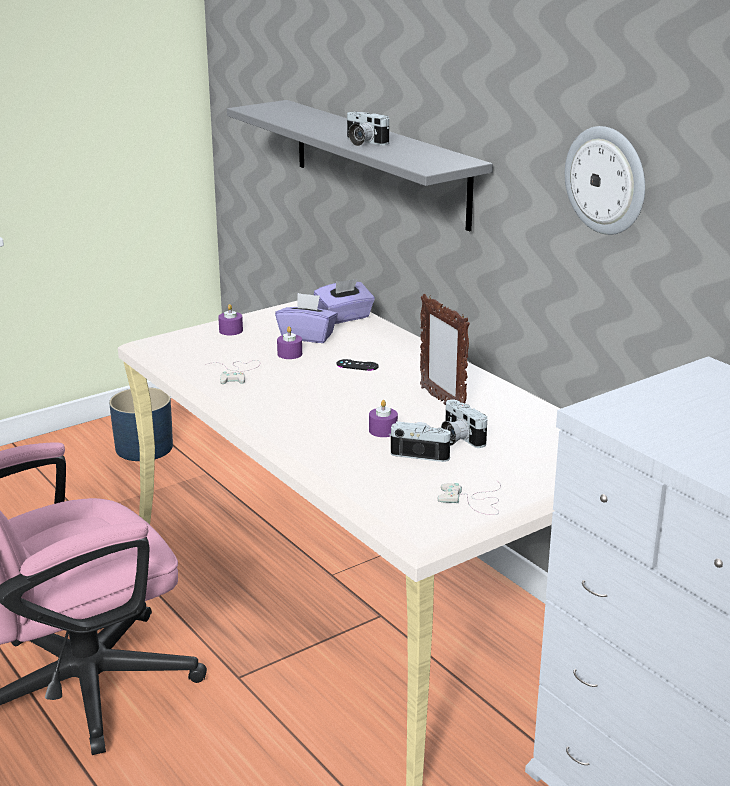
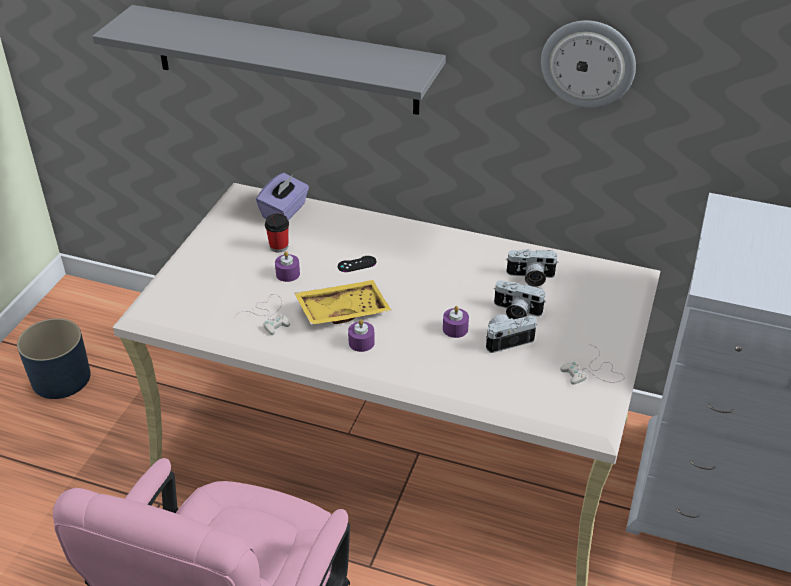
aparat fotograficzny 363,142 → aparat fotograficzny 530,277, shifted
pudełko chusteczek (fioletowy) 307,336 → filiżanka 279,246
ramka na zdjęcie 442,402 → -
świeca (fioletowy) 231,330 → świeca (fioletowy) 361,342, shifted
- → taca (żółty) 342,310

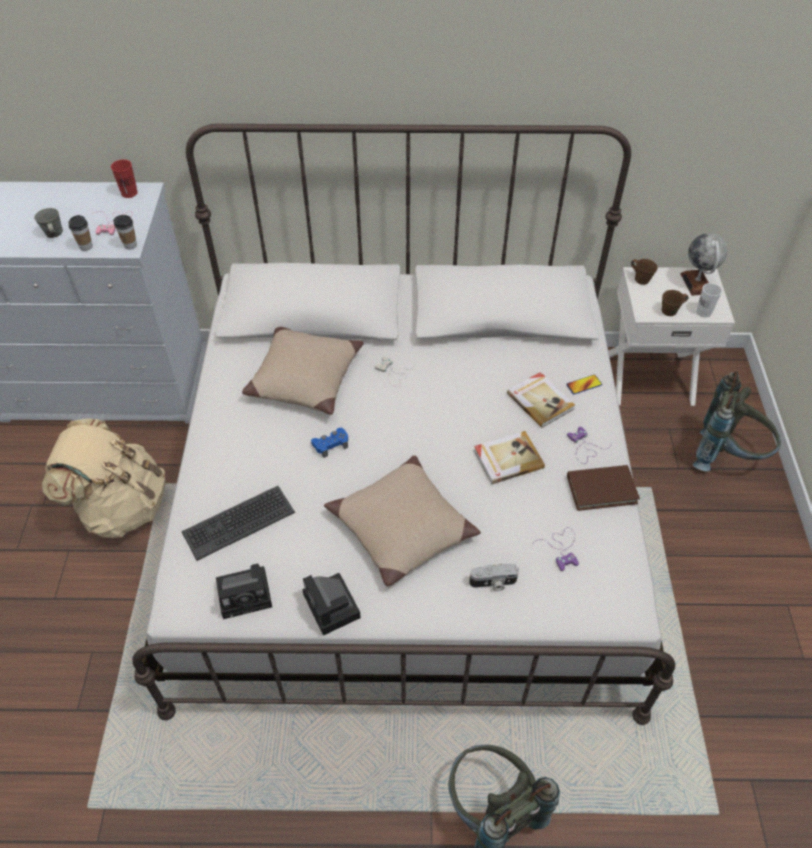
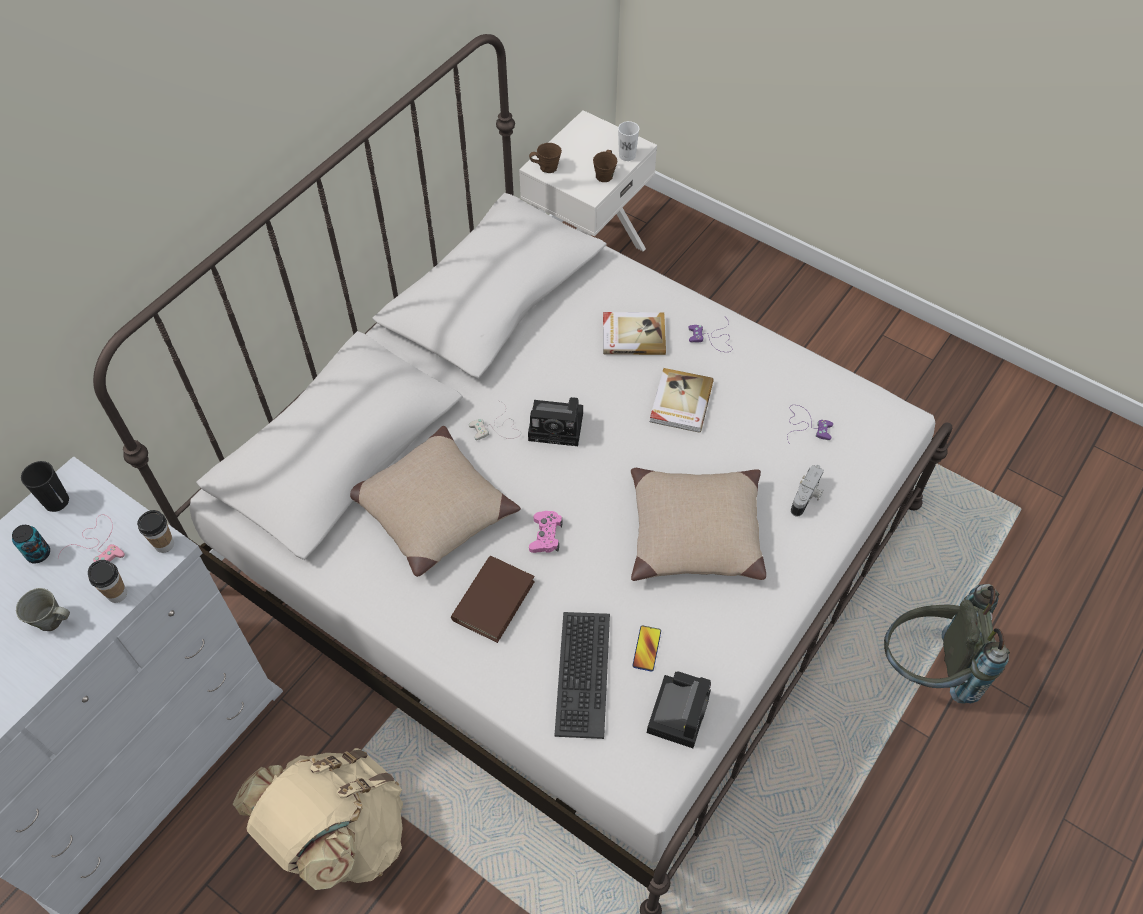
filiżanka (czerwony) 129,193 → filiżanka (czarny) 56,501
globus 696,283 → -
plecak (szary) 727,455 → -
telefon 584,385 → telefon 646,648, shifted
pad do gier (niebieski) 331,444 → pad do gier (różowy) 546,535
książka (brązowy) 601,489 → książka (brązowy) 493,600, shifted
aparat fotograficzny 333,608 → aparat fotograficzny 558,426, shifted
- → puszka 38,554

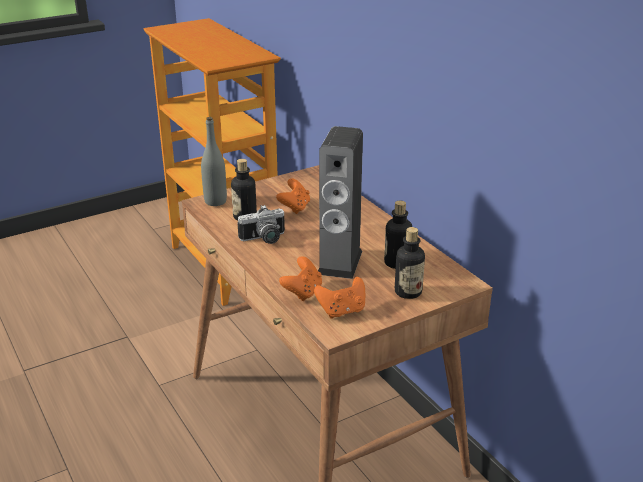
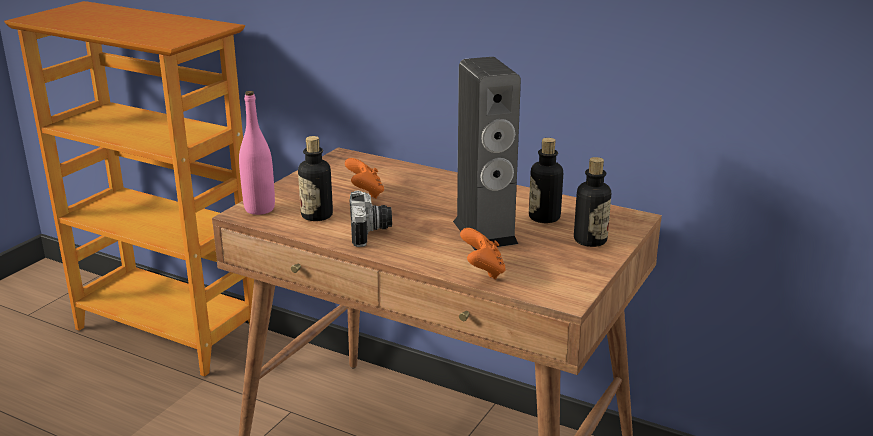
butelka (szary) 215,201 → butelka (różowy) 259,209
aparat fotograficzny 264,239 → aparat fotograficzny 371,232, 45 degrees counterclockwise
pad do gier (pomarańczowy) 342,311 → -

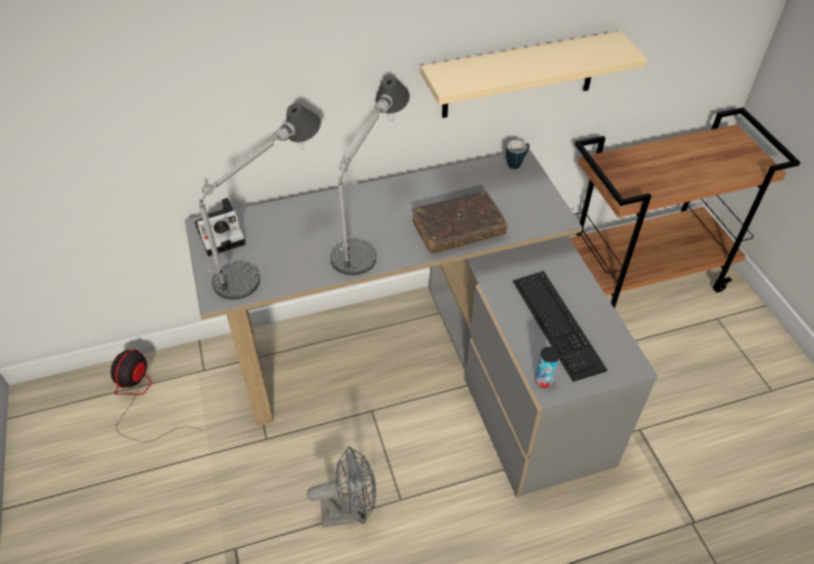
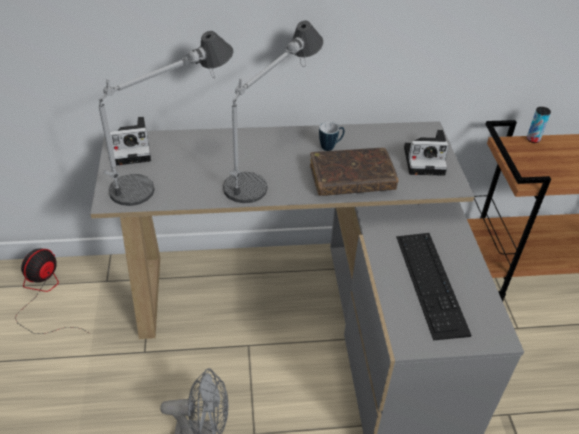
półka (beżowy) 519,76 → -
kubek 516,164 → kubek 330,147, shifted
puszka 543,381 → puszka 533,139, shifted
- → aparat fotograficzny 426,160

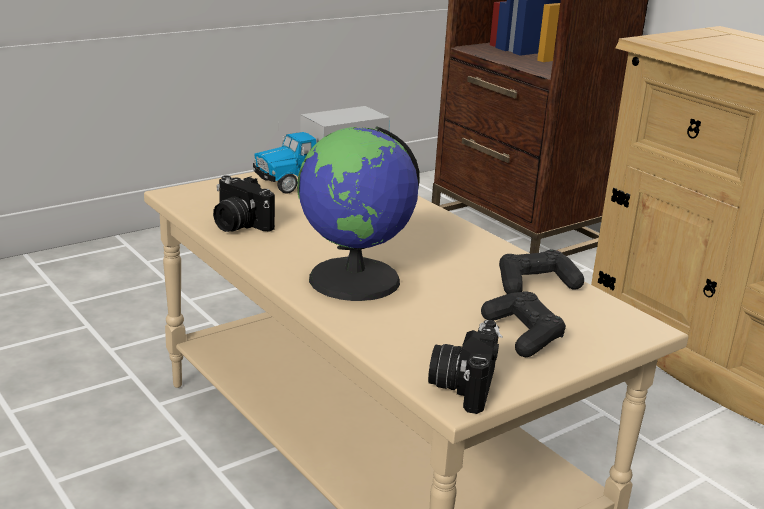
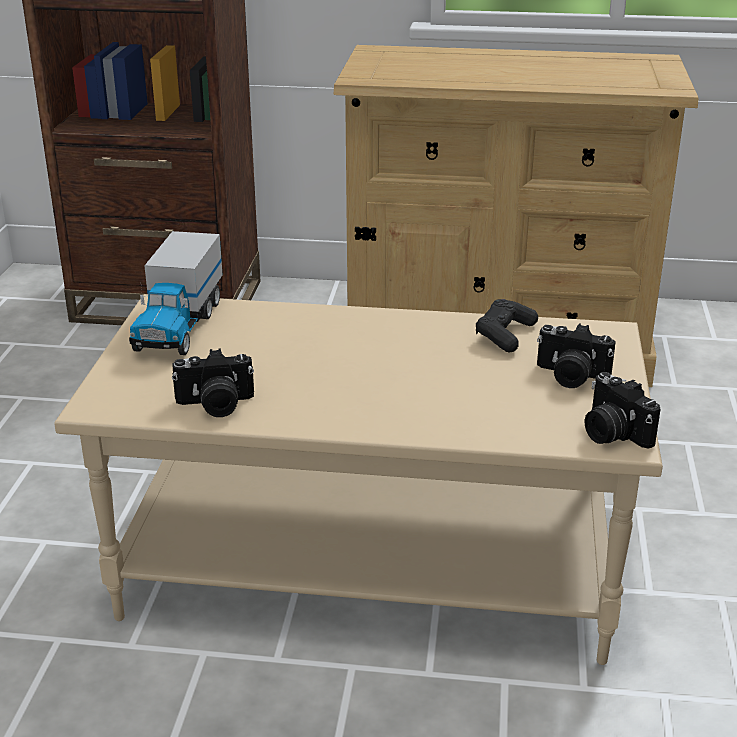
globus 355,280 → -
pad do gier (czarny) 522,334 → aparat fotograficzny 570,376

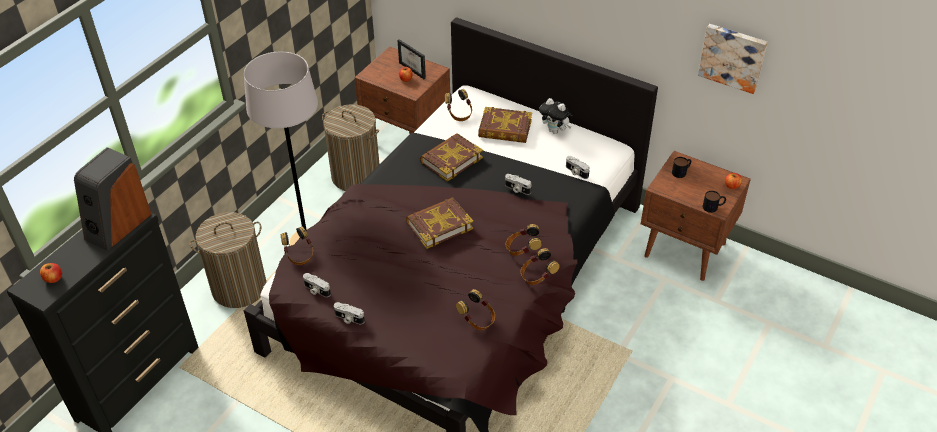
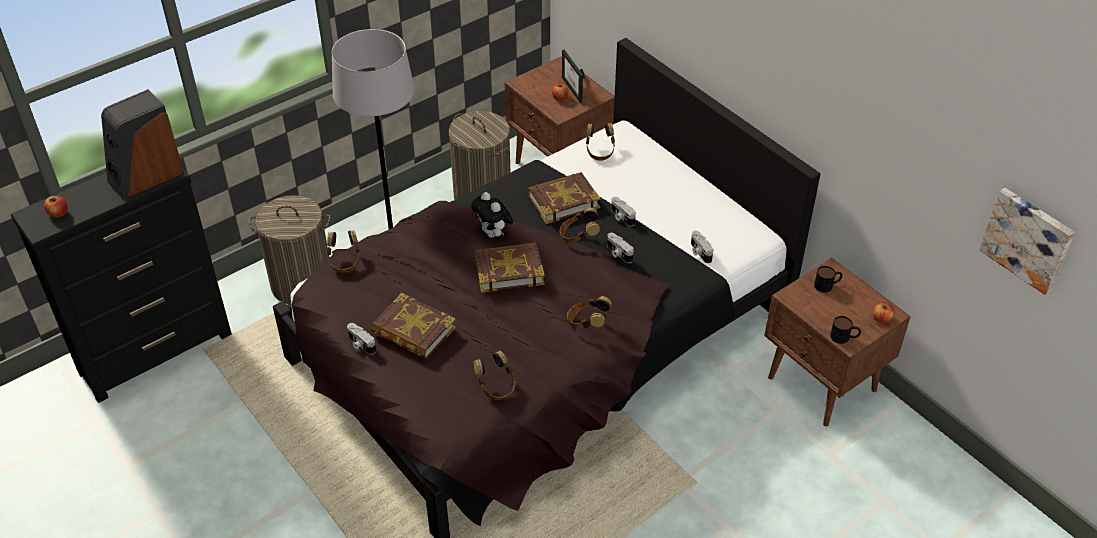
obraz 733,57 → obraz 1028,239, shifted
pluszak 555,131 → pluszak 493,234, shifted
książka 505,129 → książka 413,331, shifted
słuchawki 537,276 → słuchawki 578,237, shifted
aparat fotograficzny 316,290 → aparat fotograficzny 621,217, shifted

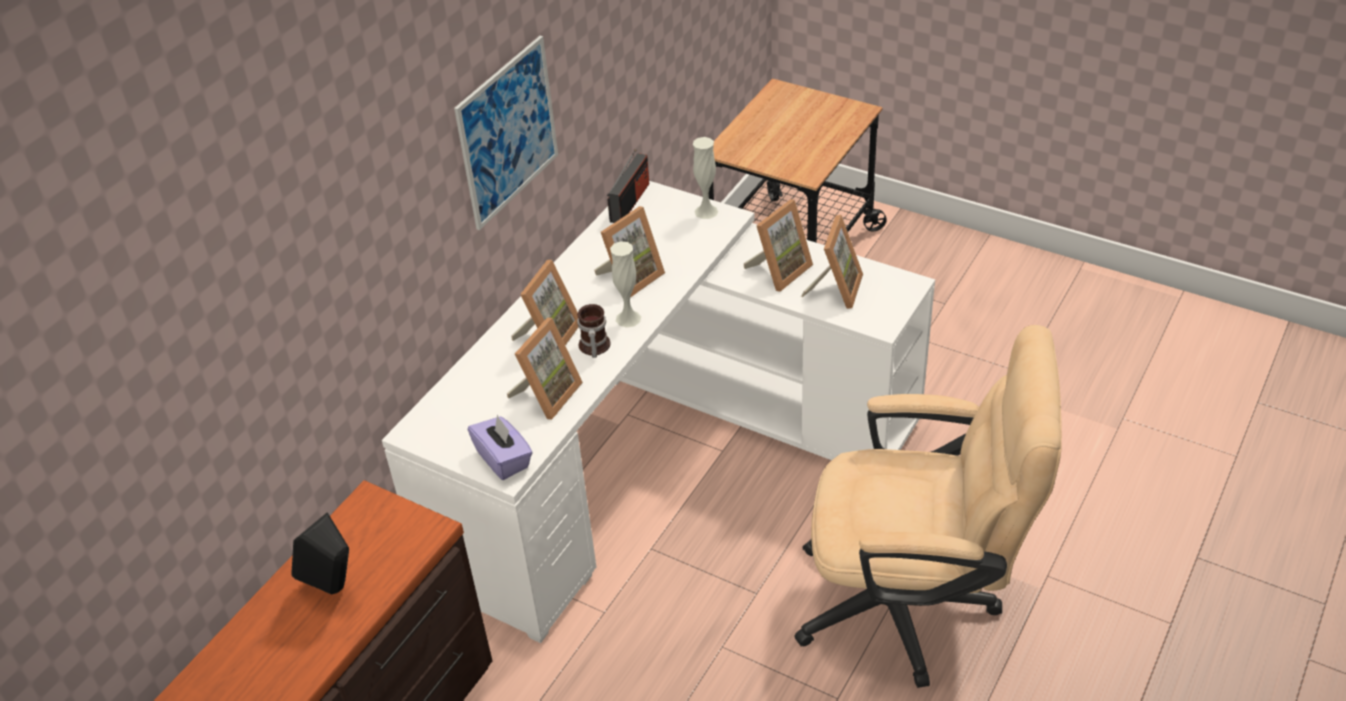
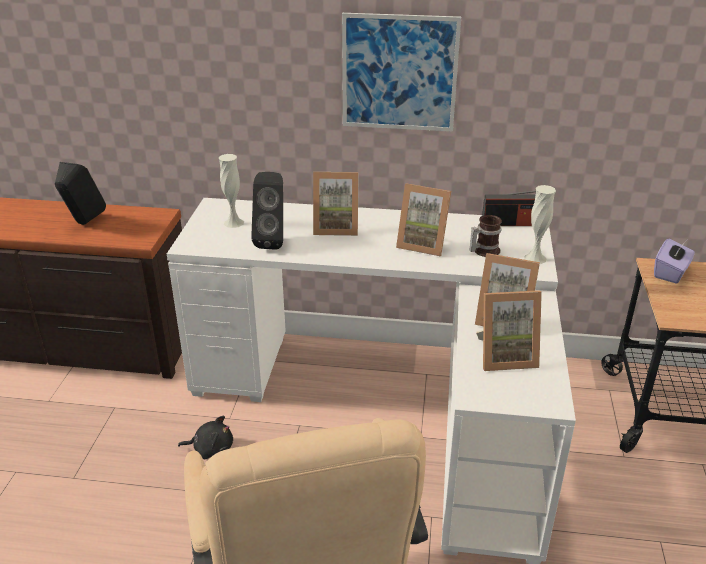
wazon (biały) 628,318 → wazon (biały) 234,223, shifted
kubek 593,347 → kubek 483,250, shifted
ramka na zdjęcie 546,394 → głośnik (czarny) 273,241
pudełko chusteczek (fioletowy) 504,459 → pudełko chusteczek (fioletowy) 670,273, shifted
- → pluszak (czarny) 211,449

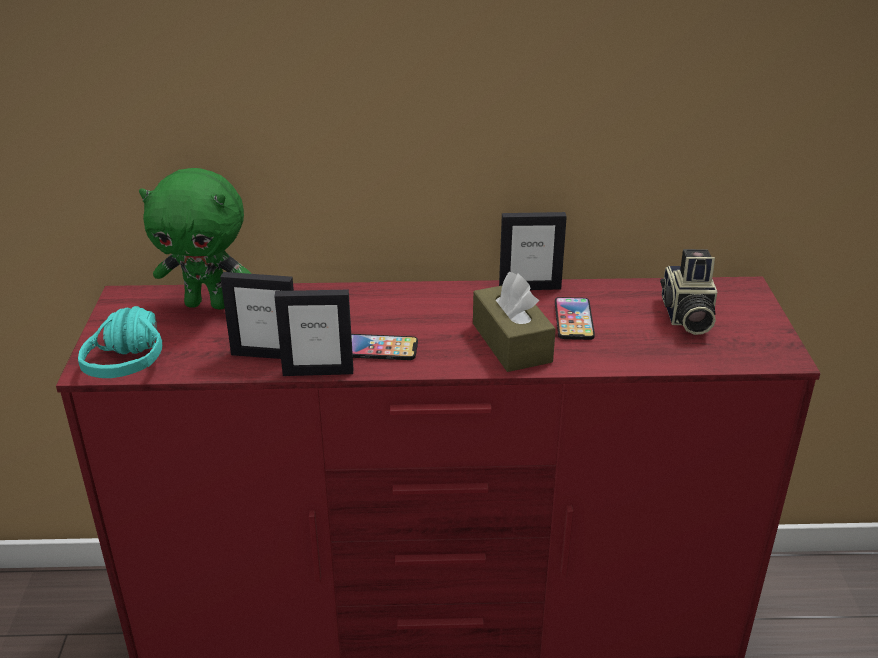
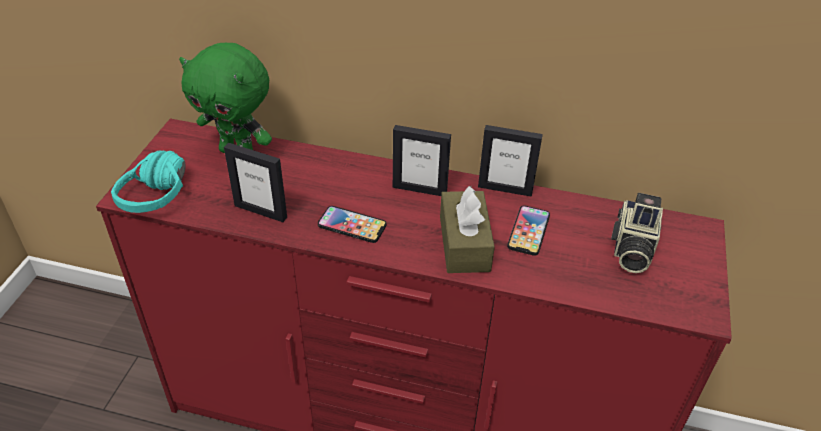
ramka na zdjęcie 318,372 → ramka na zdjęcie 419,189, shifted

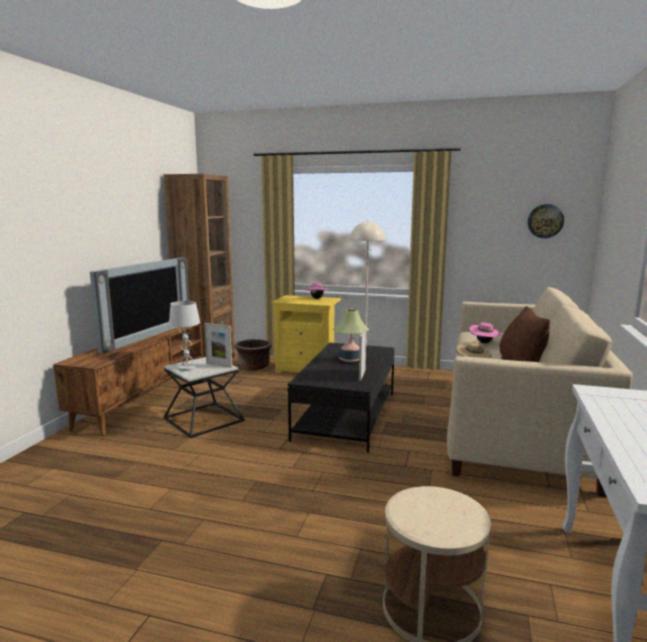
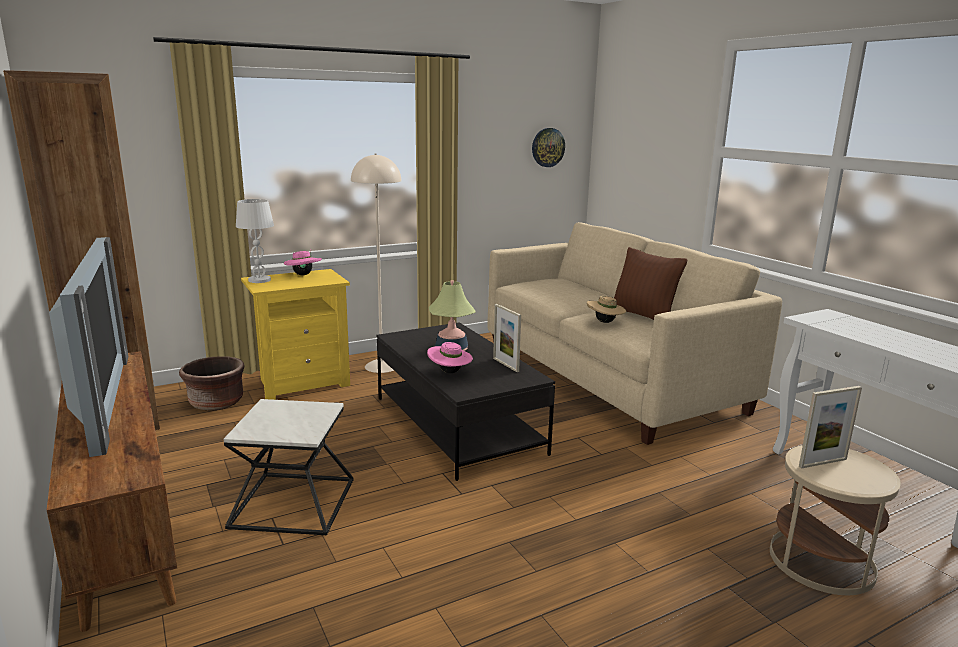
lampa stołowa (biały) 187,368 → lampa stołowa (biały) 259,280, shifted
kapelusz (różowy) 484,343 → kapelusz (różowy) 450,372, shifted
ramka na zdjęcie 219,365 → ramka na zdjęcie 822,463, shifted

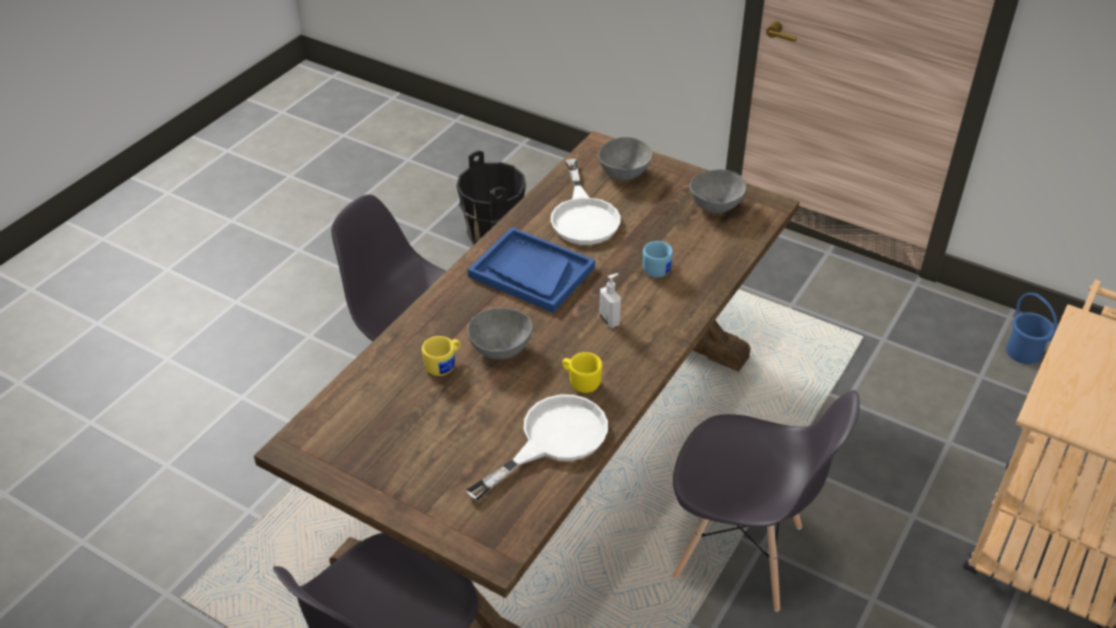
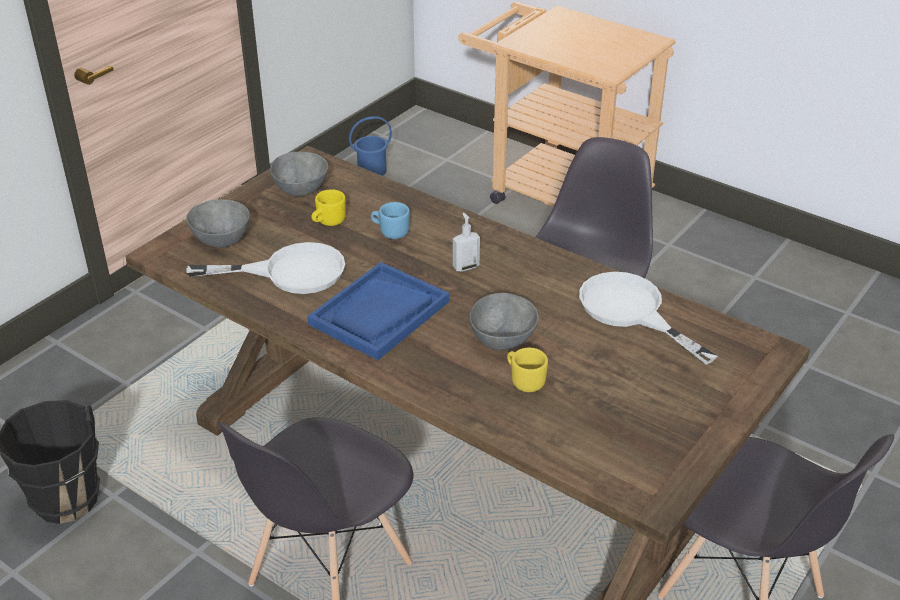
kubek (żółty) 581,382 → kubek (żółty) 327,222, shifted

